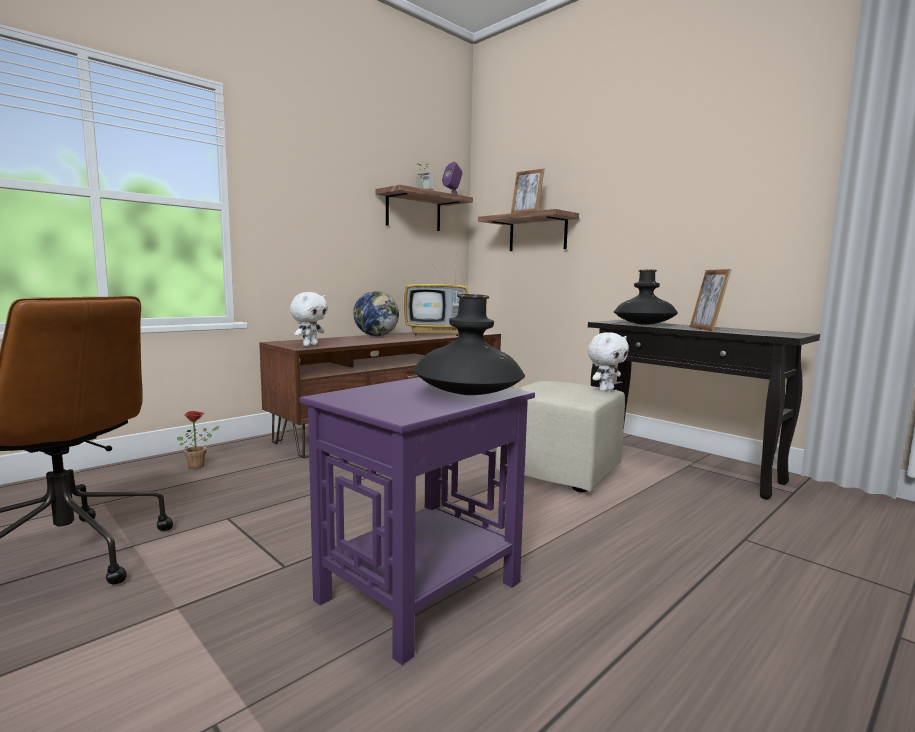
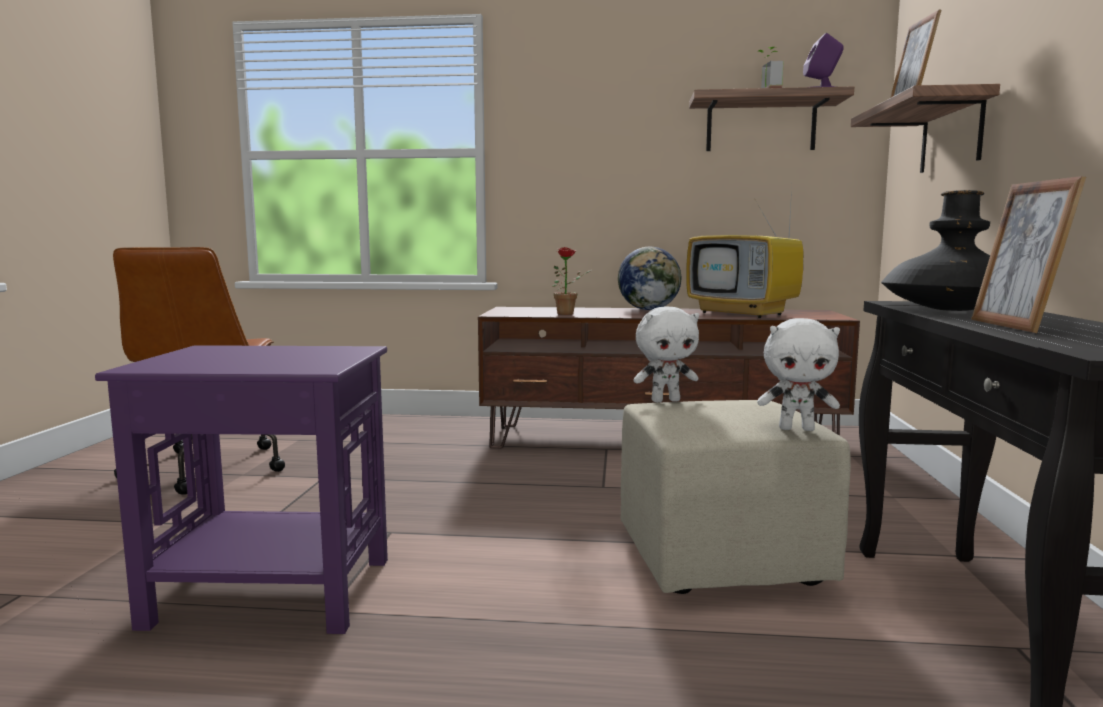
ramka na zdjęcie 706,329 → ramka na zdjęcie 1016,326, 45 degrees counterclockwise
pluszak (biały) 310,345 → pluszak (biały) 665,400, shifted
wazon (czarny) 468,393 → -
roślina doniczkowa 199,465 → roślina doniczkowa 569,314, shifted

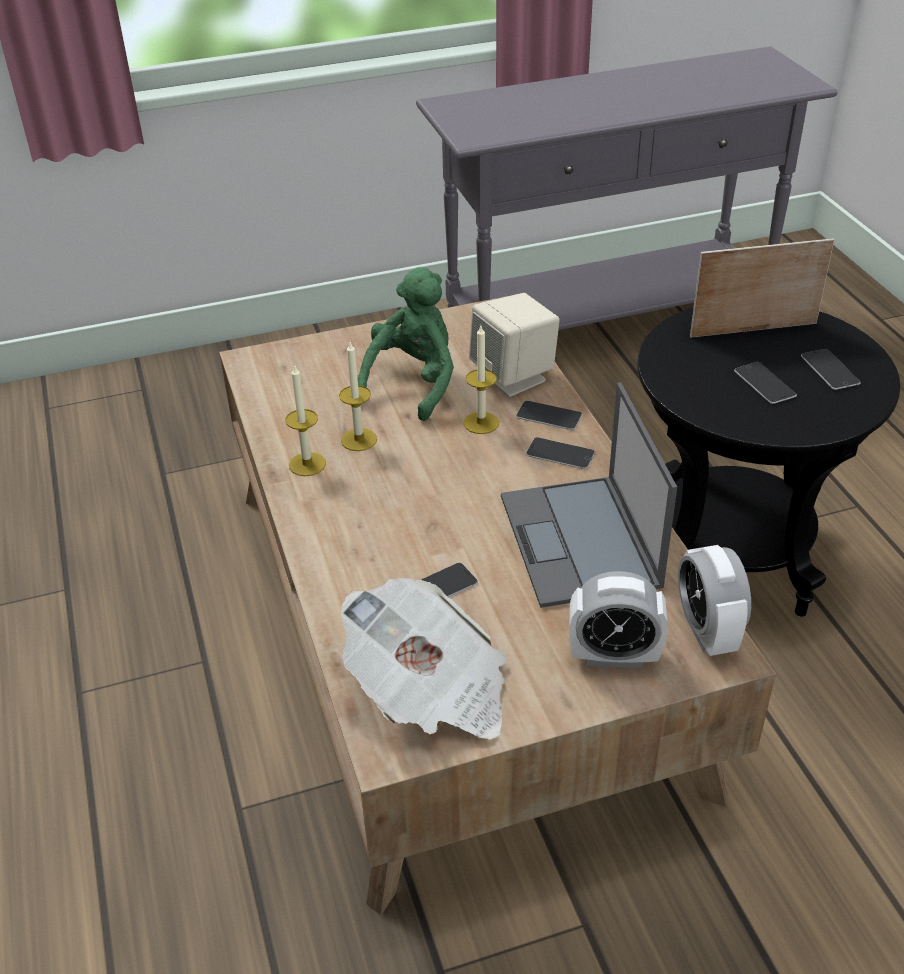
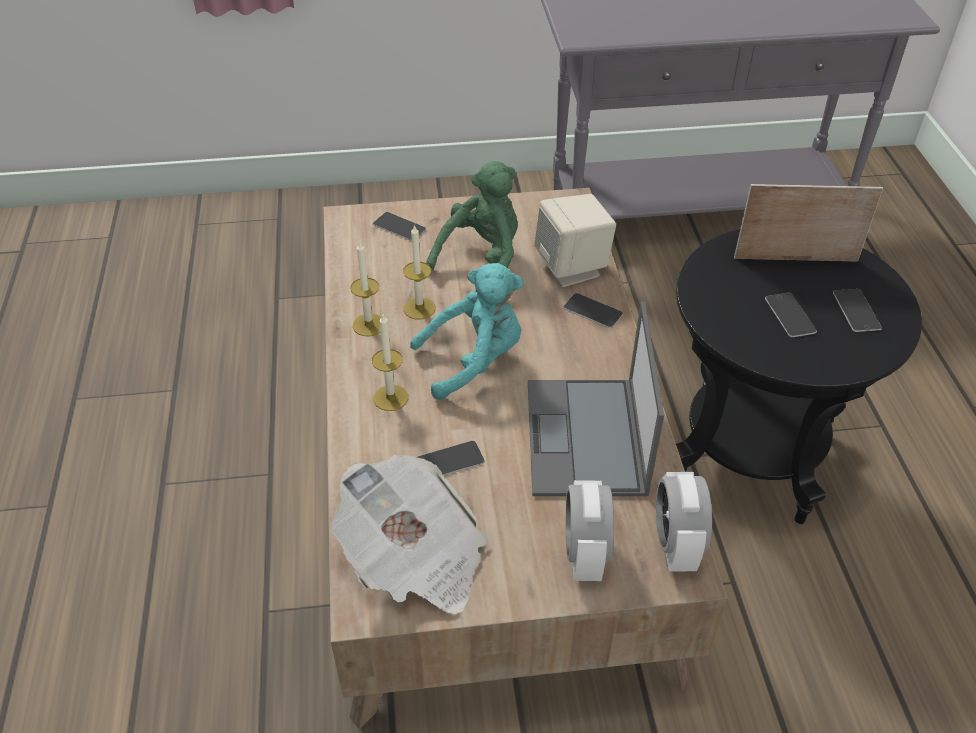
świeca 481,423 → świeca 390,398, shifted
telefon 560,453 → telefon 399,227, shifted
budzik 614,656 → budzik 584,554, 75 degrees clockwise
- → pluszak (turkusowy) 474,360

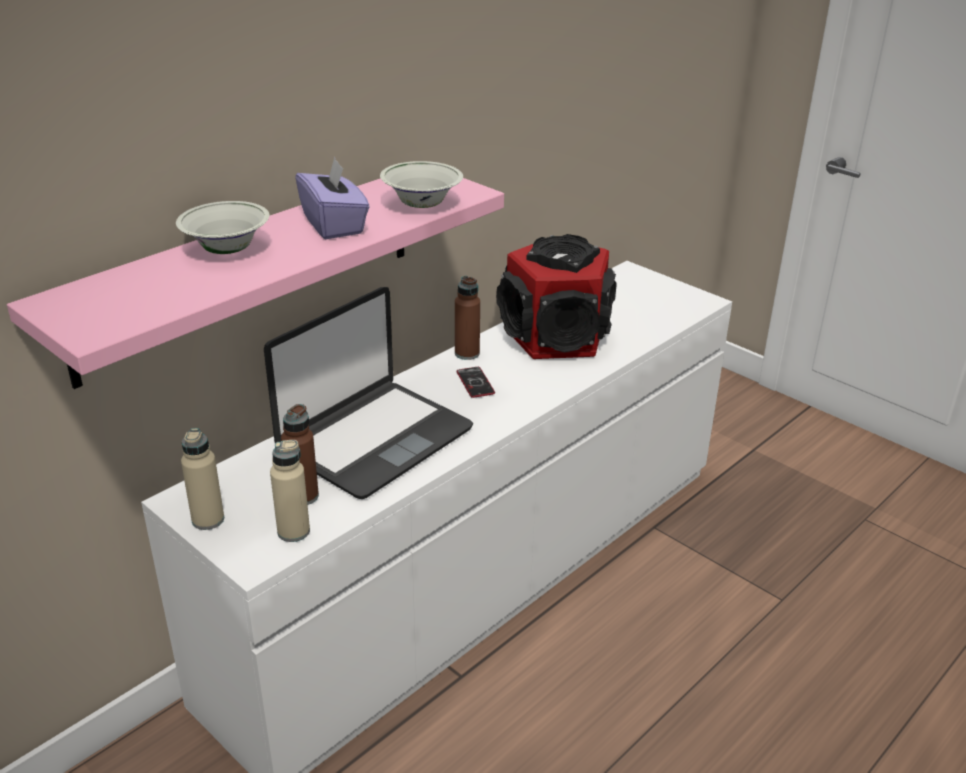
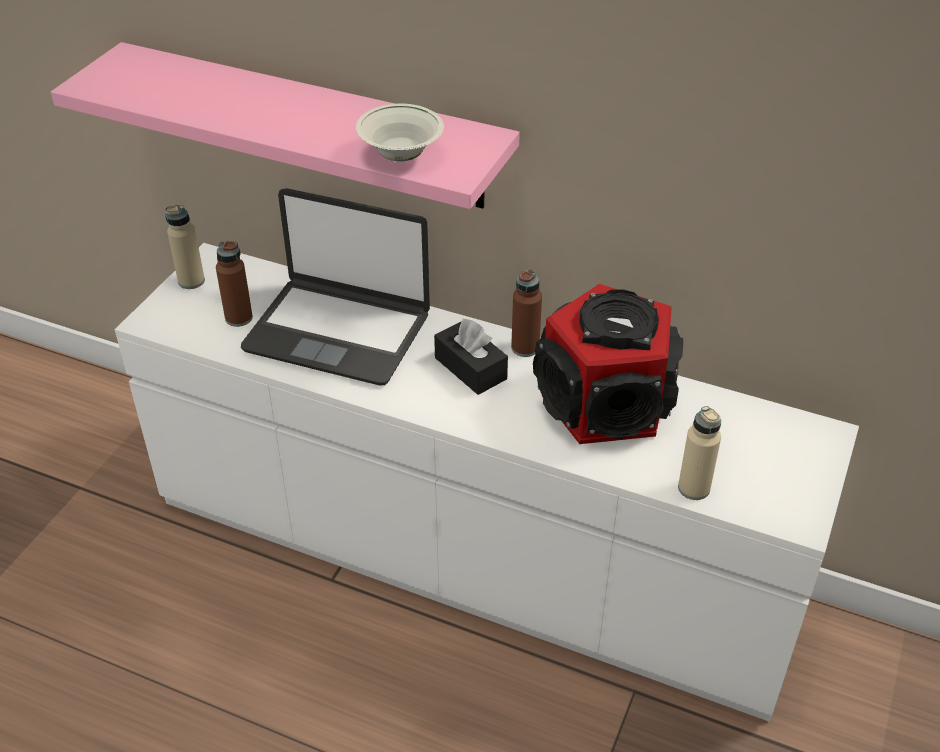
pudełko chusteczek (fioletowy) 334,225 → -
miska (biały) 227,250 → -
telefon 475,383 → pudełko chusteczek (czarny) 470,368
butelka (beżowy) 293,531 → butelka (beżowy) 693,488, shifted

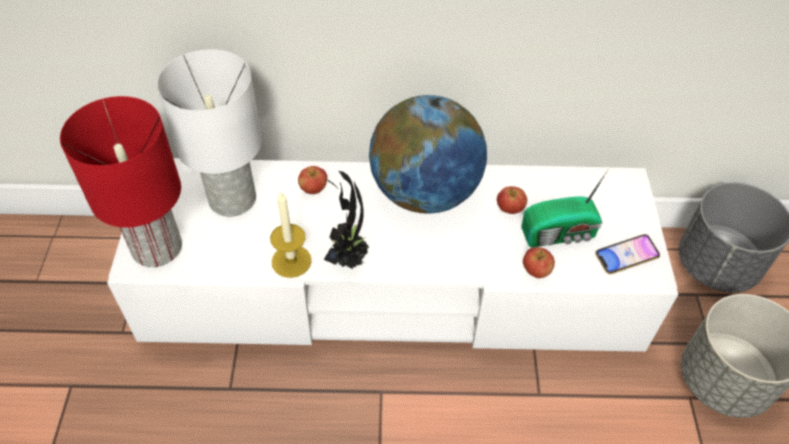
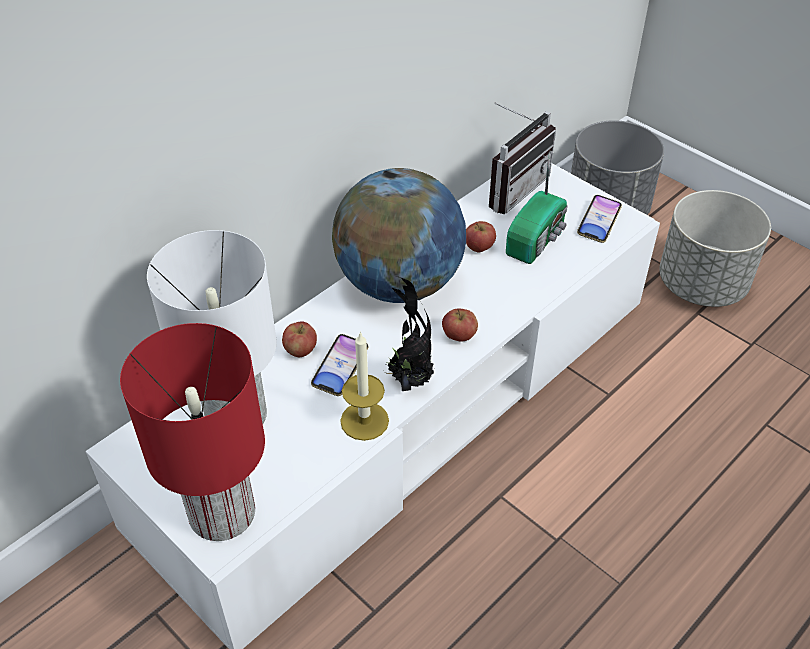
jabłko 536,271 → jabłko 459,336, shifted
- → radio 511,188
- → telefon 340,368

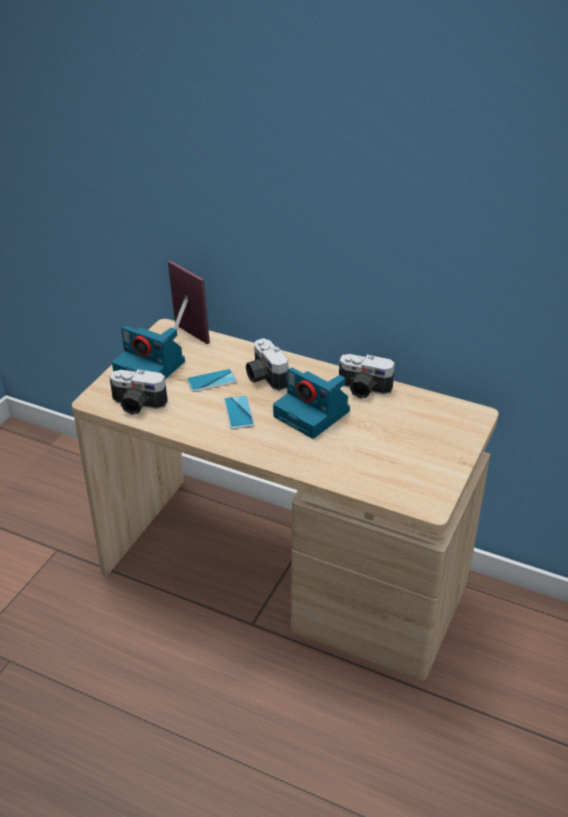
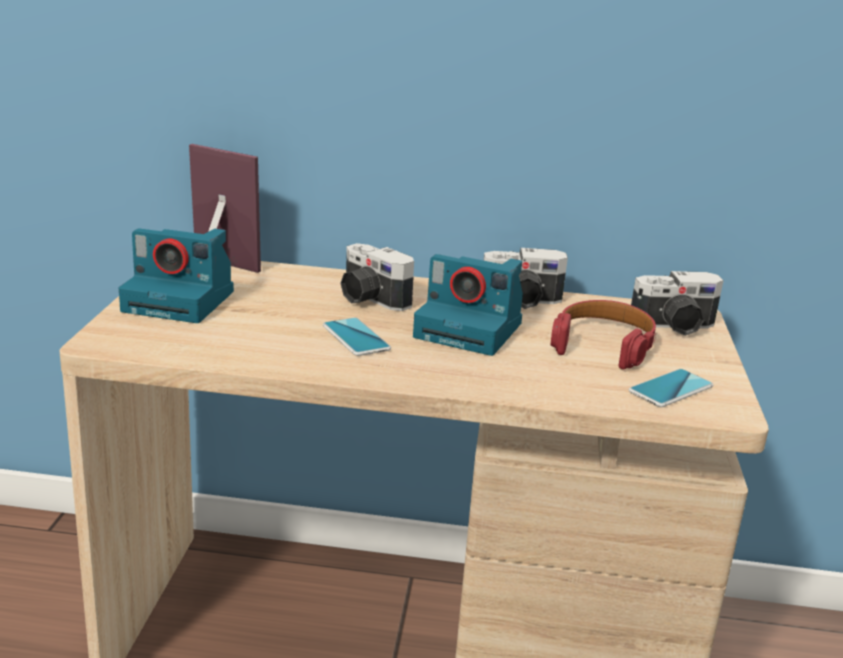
aparat fotograficzny 137,405 → aparat fotograficzny 675,327, shifted
telefon 211,381 → telefon 671,389, shifted
- → słuchawki (czerwony) 603,344

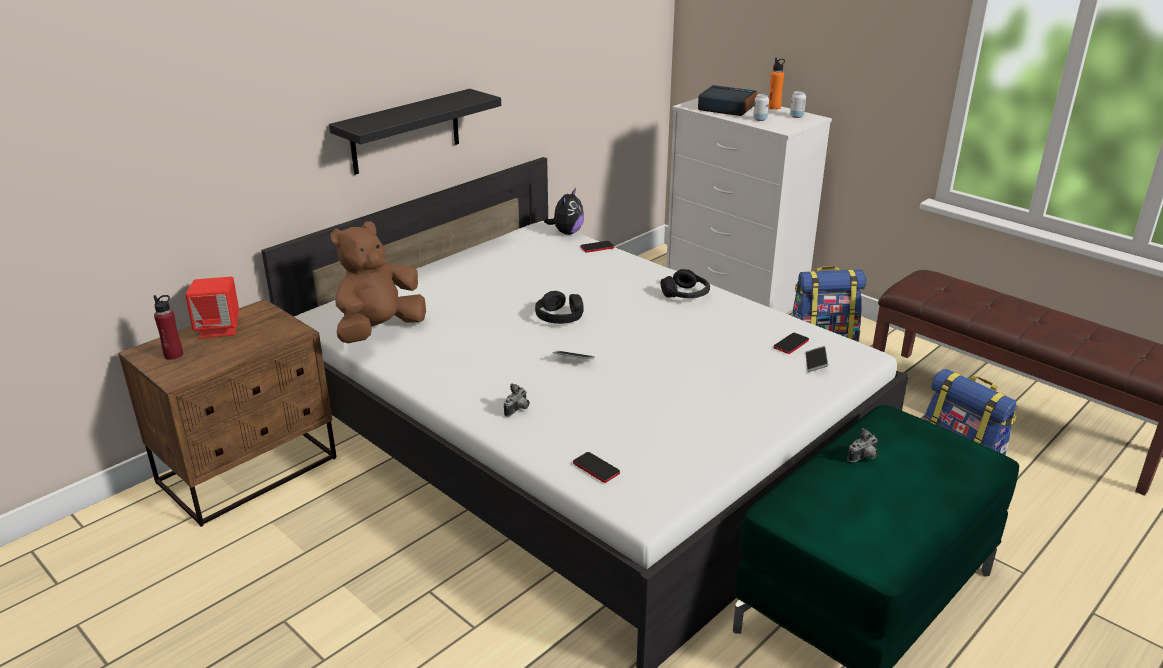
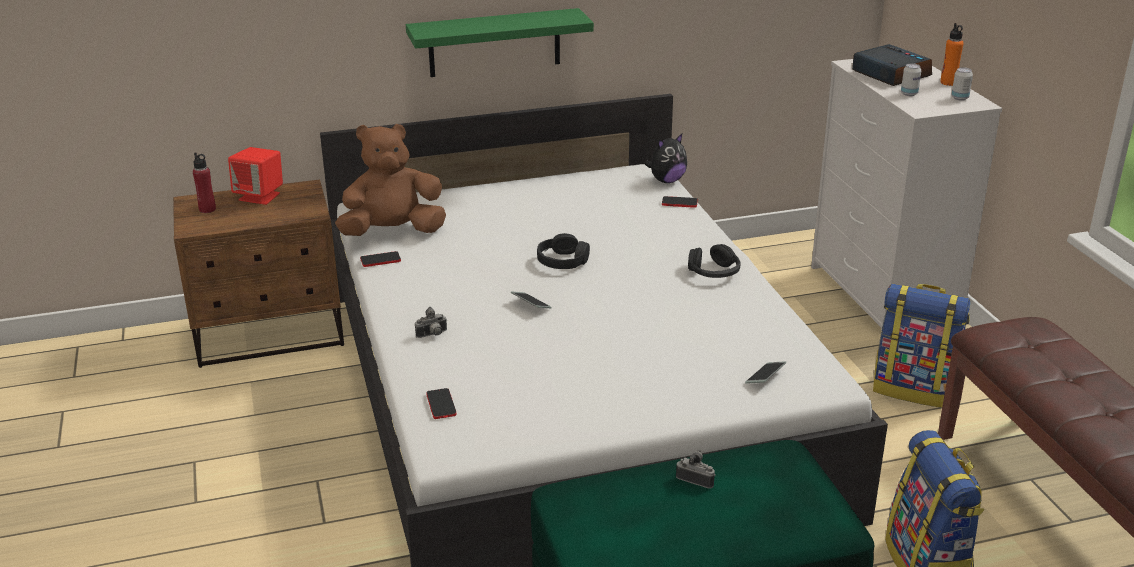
półka (czarny) 405,132 → półka (zielony) 494,43
telefon 791,344 → telefon 380,260, shifted
aparat fotograficzny 864,458 → aparat fotograficzny 696,479, 150 degrees counterclockwise

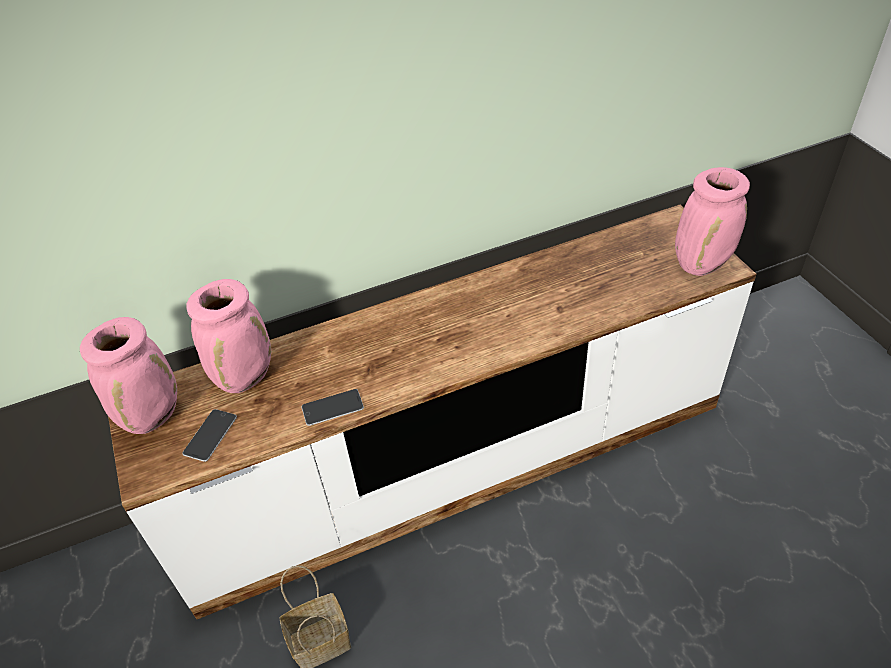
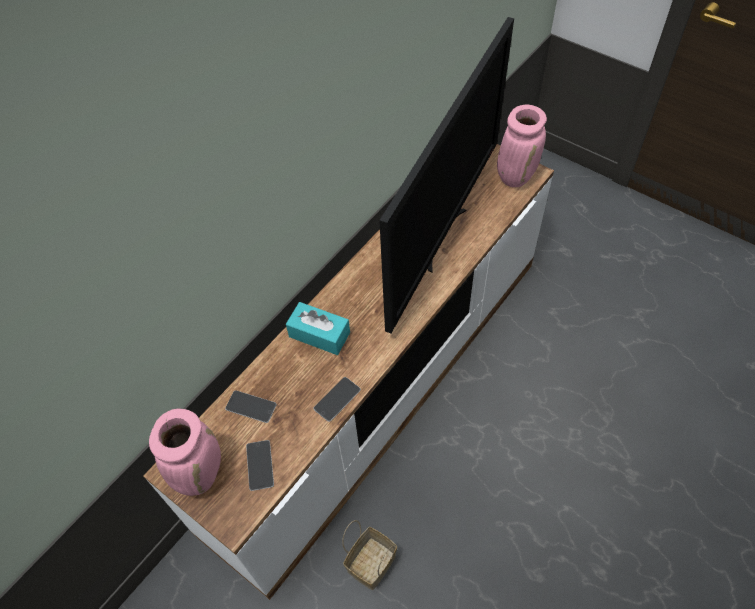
wazon (różowy) 245,377 → telefon 251,406
- → telewizor 440,236
- → pudełko chusteczek (turkusowy) 319,334

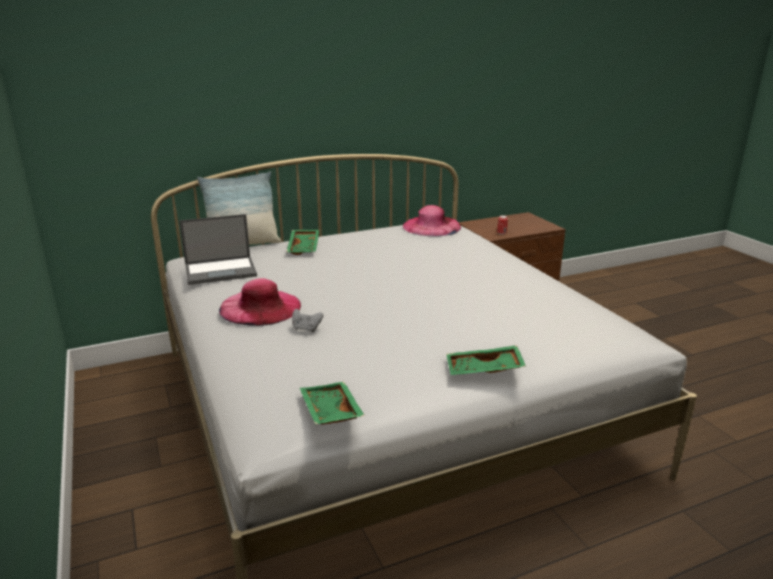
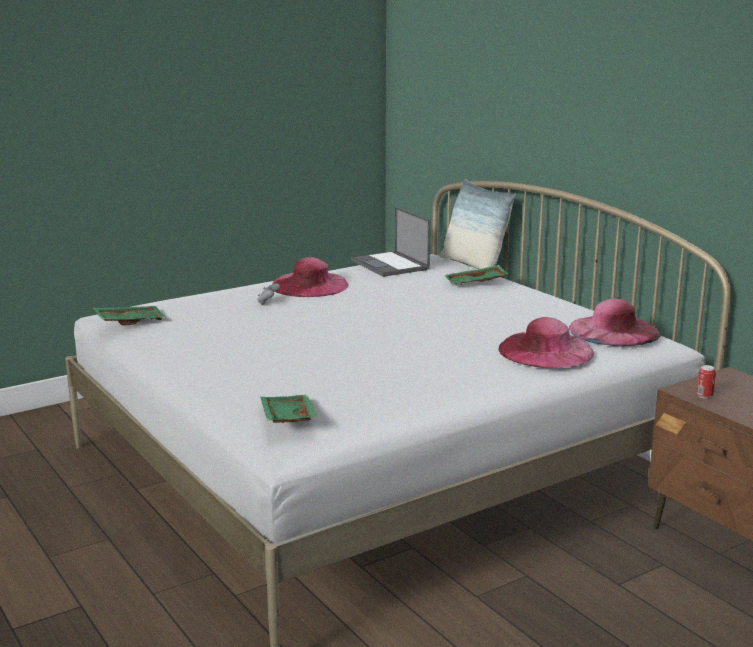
taca (zielony) 484,370 → taca (zielony) 286,418, shifted
- → kapelusz (różowy) 546,350

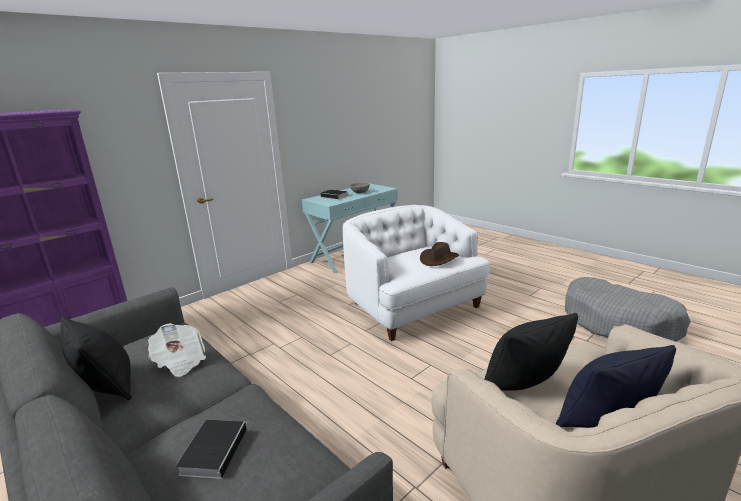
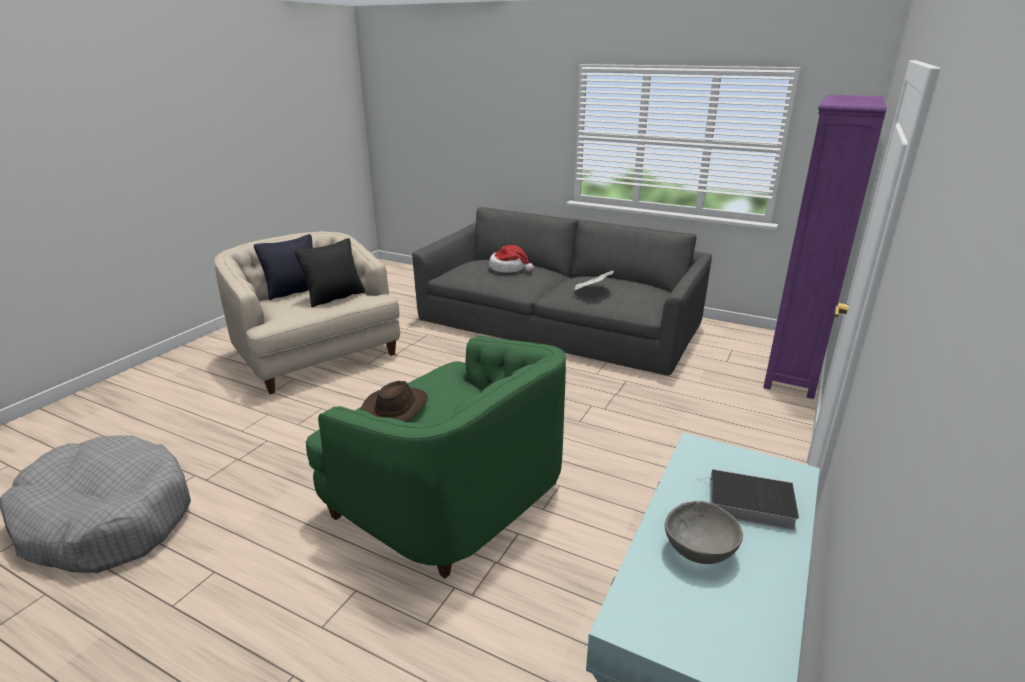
fotel (biały) 412,307 → fotel (zielony) 449,497
poduszka (czarny) 107,387 → -
książka 214,449 → kapelusz 509,268

